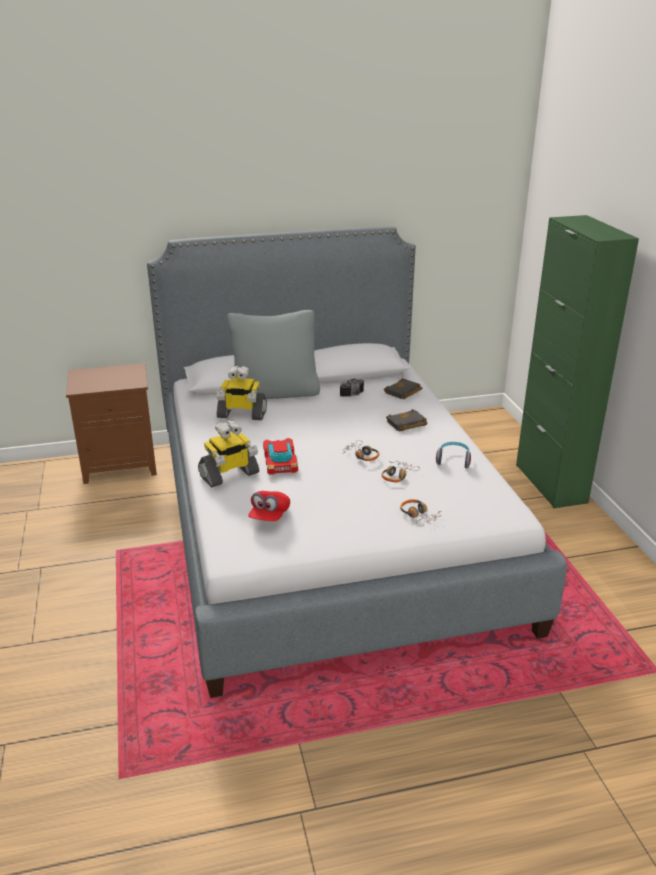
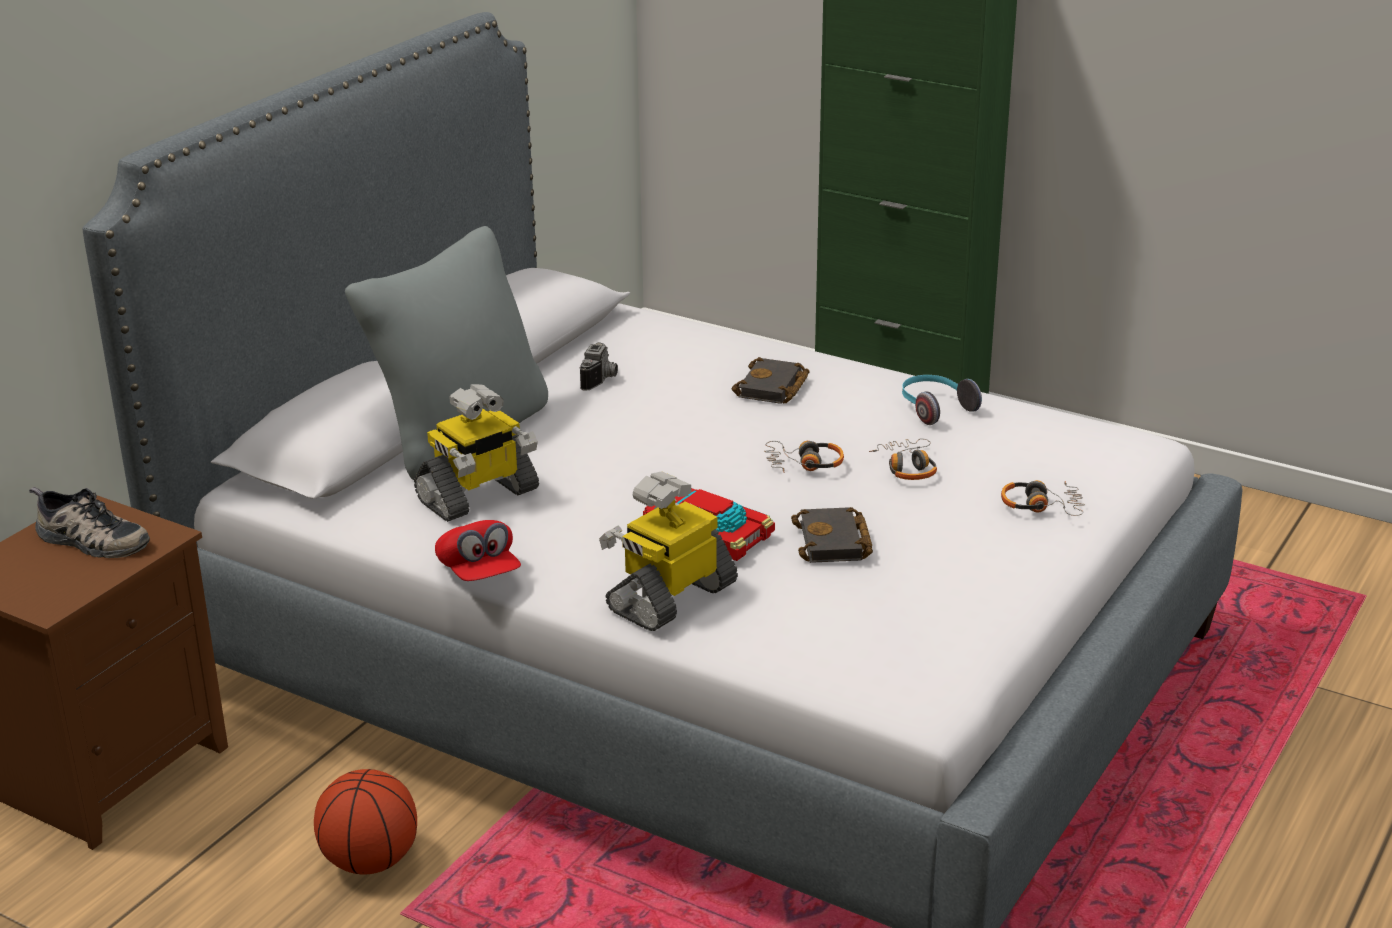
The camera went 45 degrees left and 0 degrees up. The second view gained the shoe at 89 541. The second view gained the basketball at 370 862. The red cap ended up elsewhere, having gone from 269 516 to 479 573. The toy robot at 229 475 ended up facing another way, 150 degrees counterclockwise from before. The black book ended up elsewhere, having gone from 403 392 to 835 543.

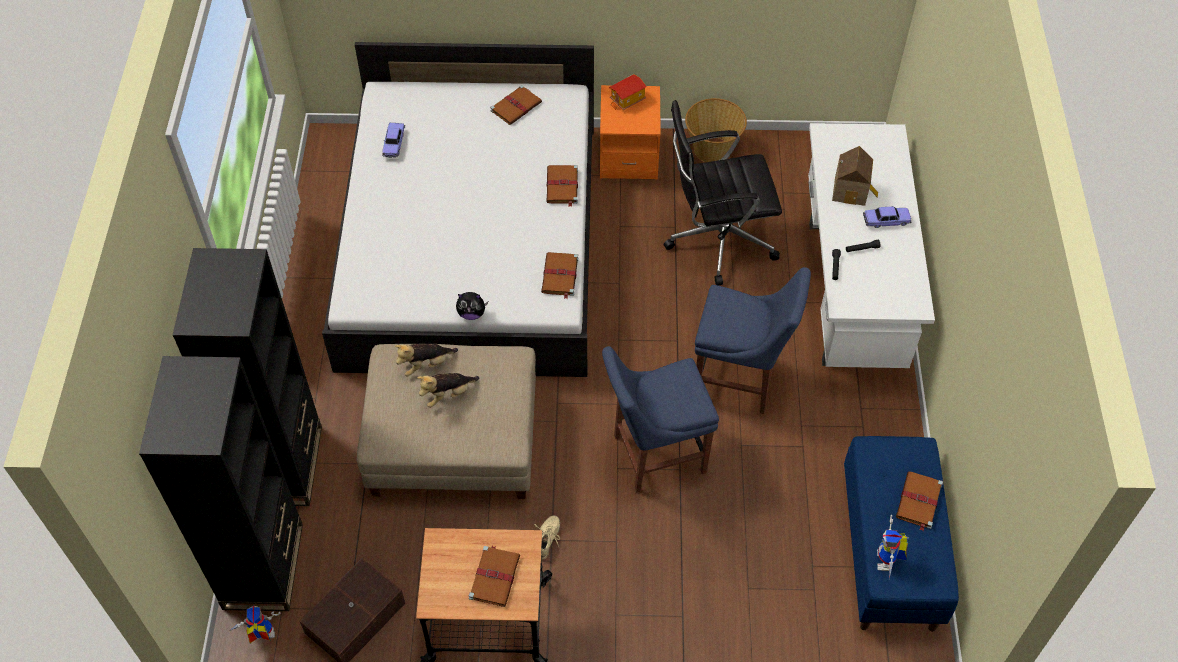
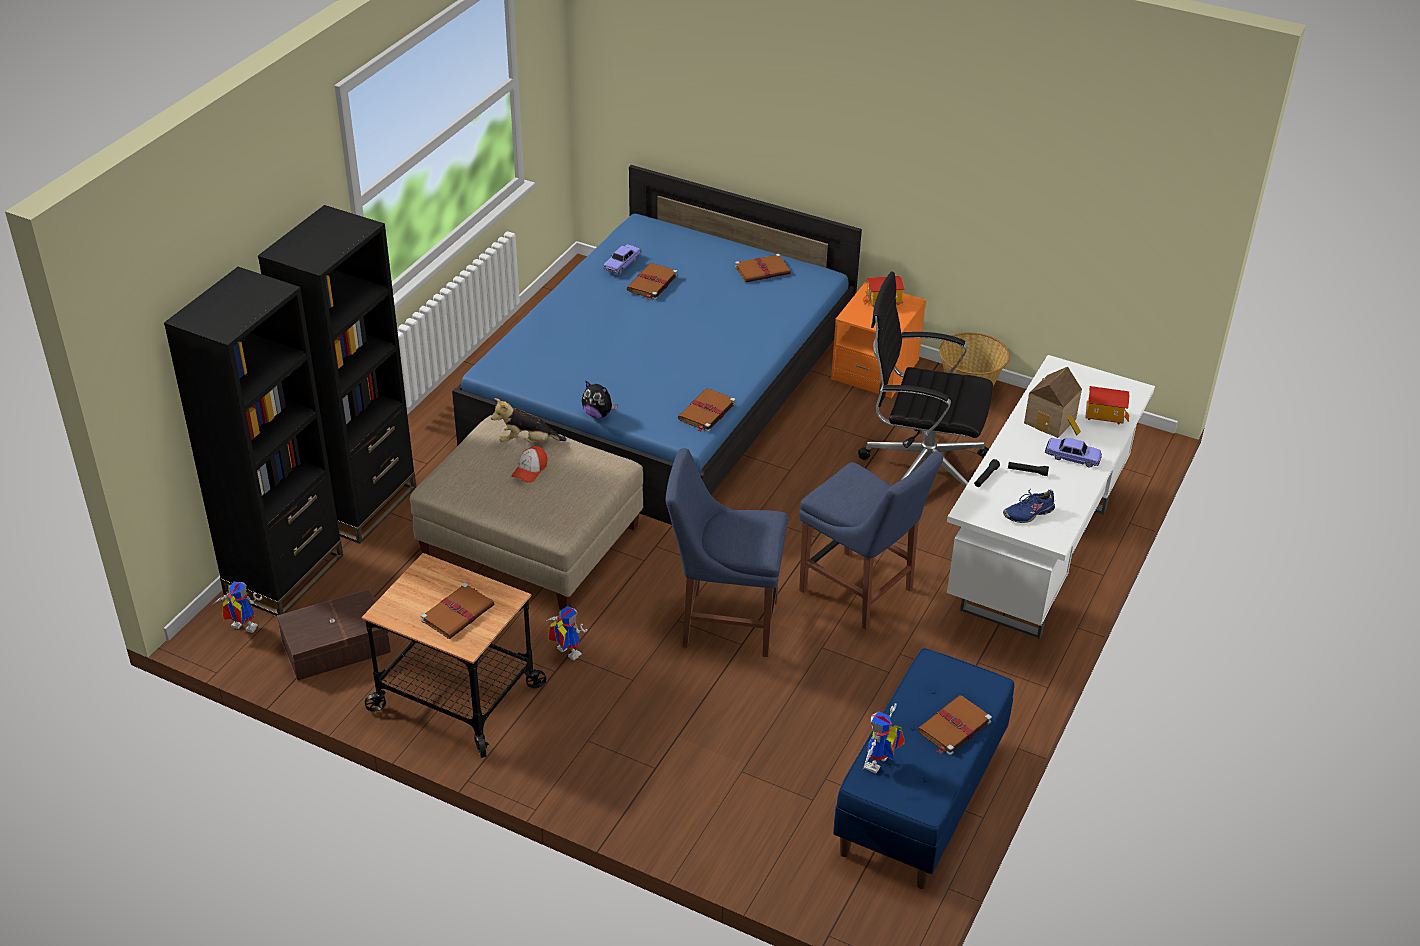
The camera went 25 degrees right and 15 degrees down. What was the white bed at 471 244 turned into the blue bed at 663 392. Where the plush toy stood at 448 394, the cap came to stand at 530 470. Where the beige shoe stood at 547 539, the toy robot came to stand at 564 653. The brown book ended up elsewhere, having gone from 562 186 to 652 283. The second view gained the blue shoe at 1028 513. The second view gained the toy house at 1104 415.

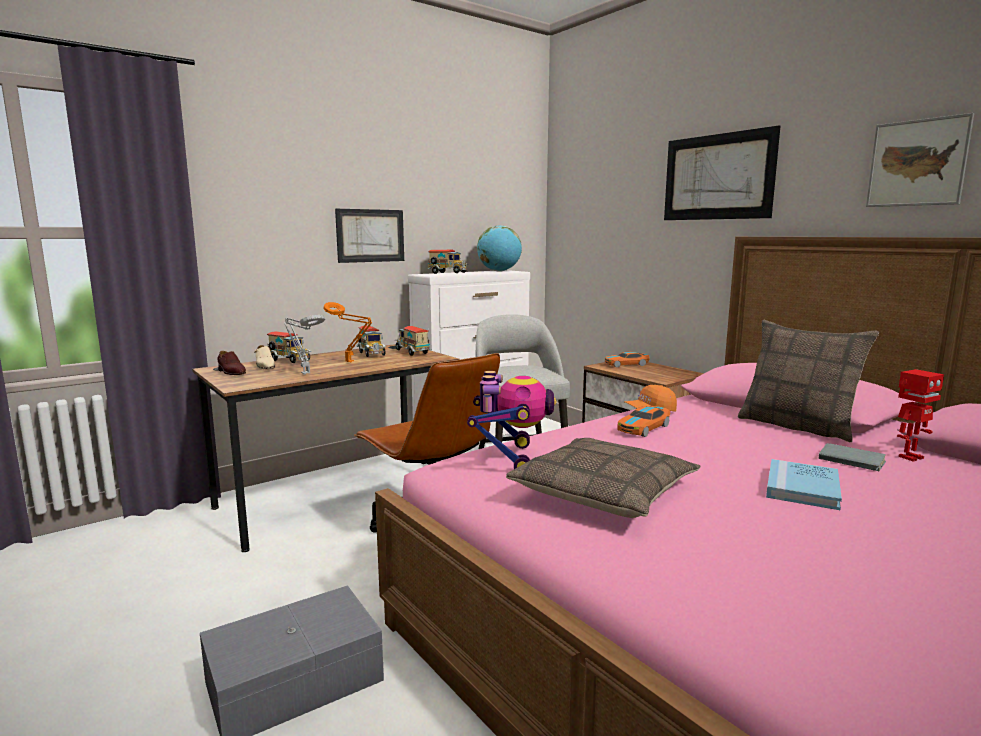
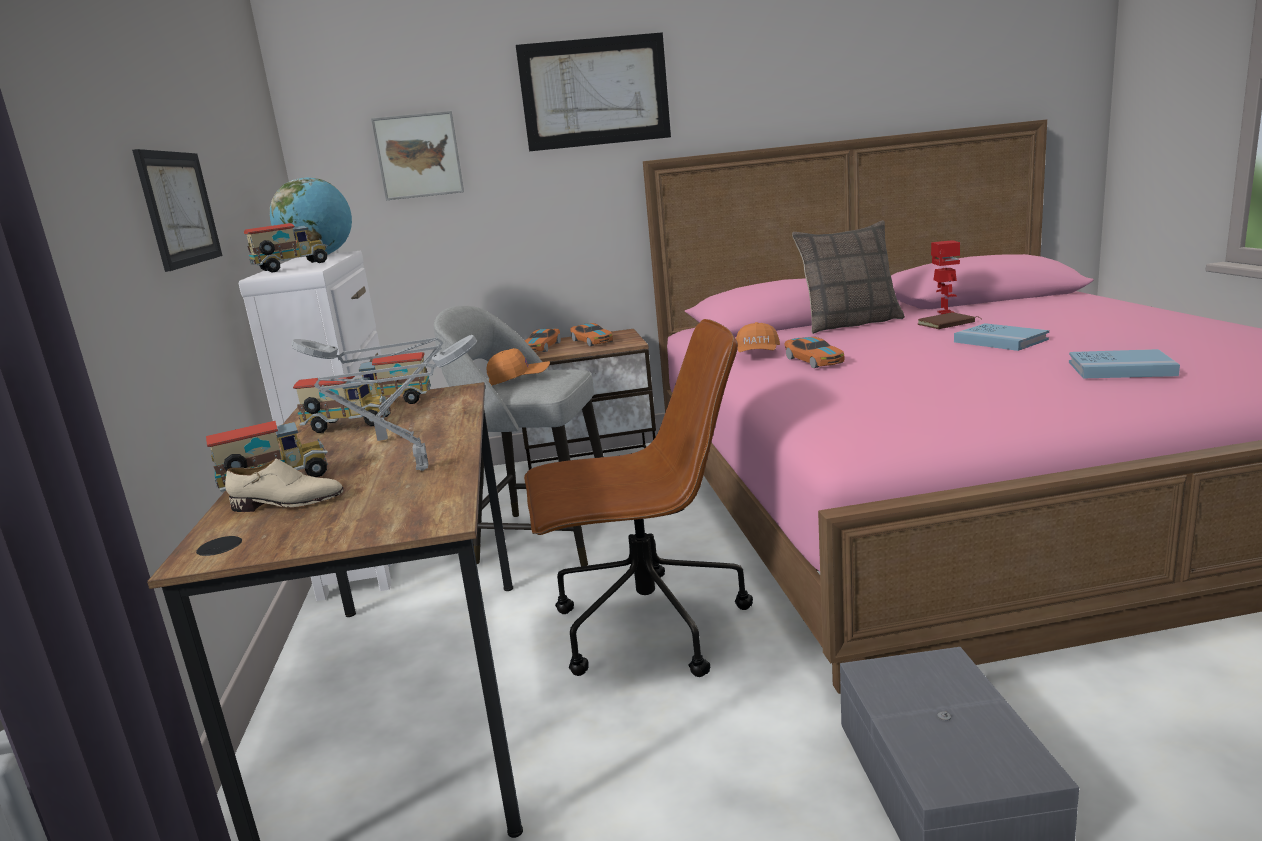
The camera went 60 degrees left and 5 degrees up. What was the orange table lamp at 351 362 turned into the grey table lamp at 387 439. The picture ended up elsewhere, having gone from 917 163 to 418 156. The second view gained the orange cap at 519 379. The second view gained the toy car at 592 341. What was the grey book at 850 461 turned into the brown book at 947 324. The second view gained the blue book at 1121 369. The second view lost the brown shoe at 231 372. The second view lost the toy robot at 510 458. The second view lost the pillow at 604 492.

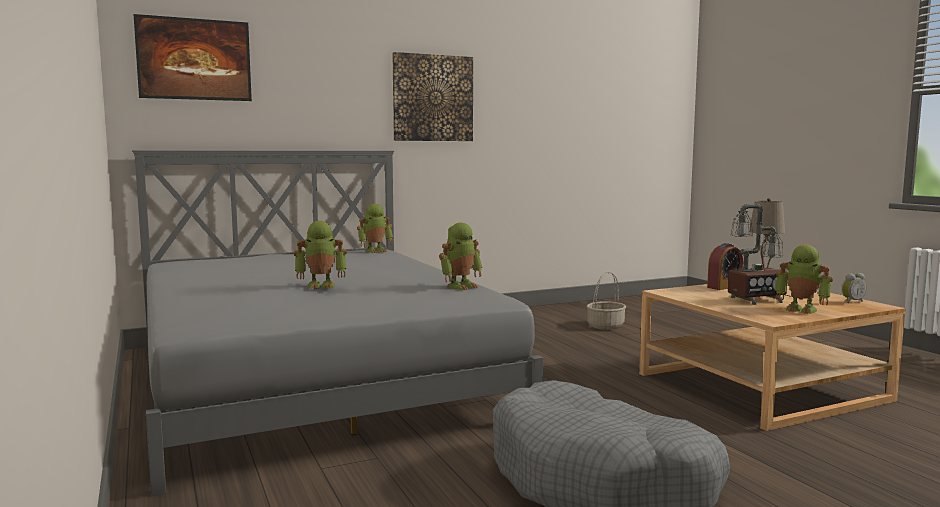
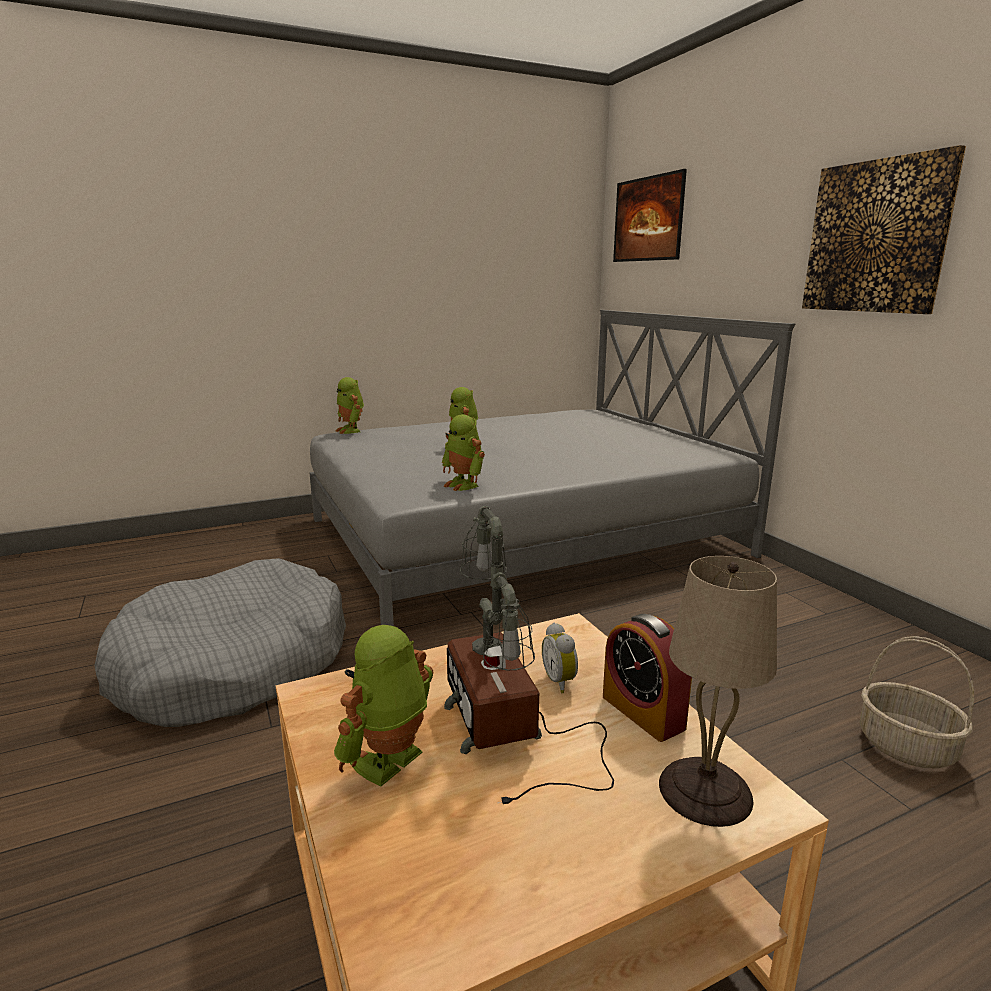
The camera went 90 degrees right and 10 degrees up. The toy robot ended up elsewhere, having gone from 375 251 to 351 430. The alarm clock ended up elsewhere, having gone from 851 301 to 561 681.

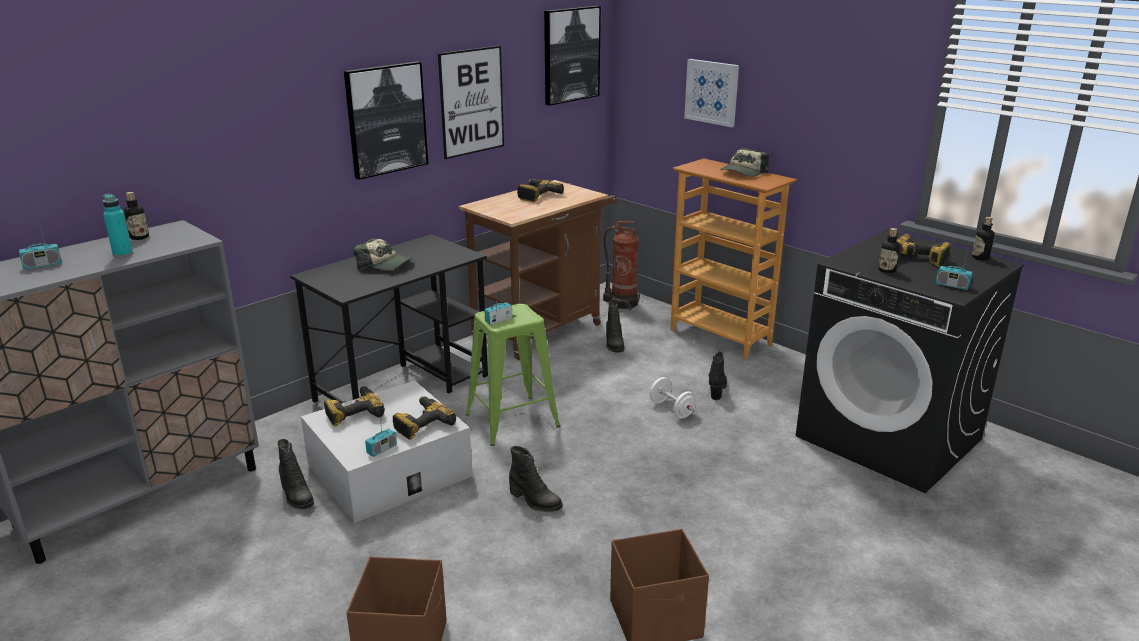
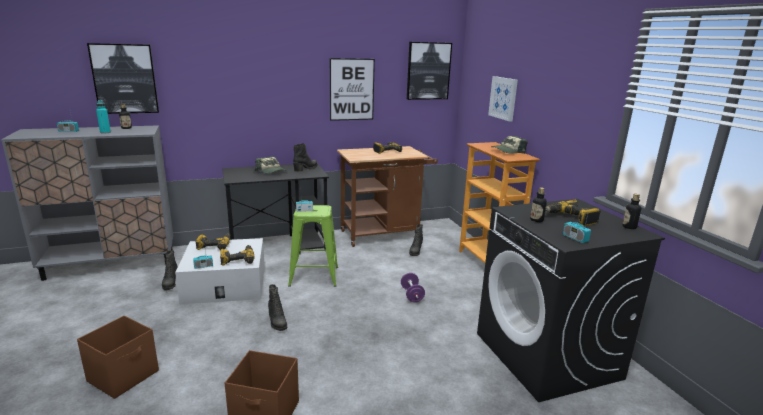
The camera went 25 degrees right and 5 degrees down. The picture ended up elsewhere, having gone from 386 119 to 125 79. The black boot ended up elsewhere, having gone from 717 388 to 306 168. What was the white dumbbell at 671 409 turned into the purple dumbbell at 412 295. The second view lost the fire extinguisher at 622 303.

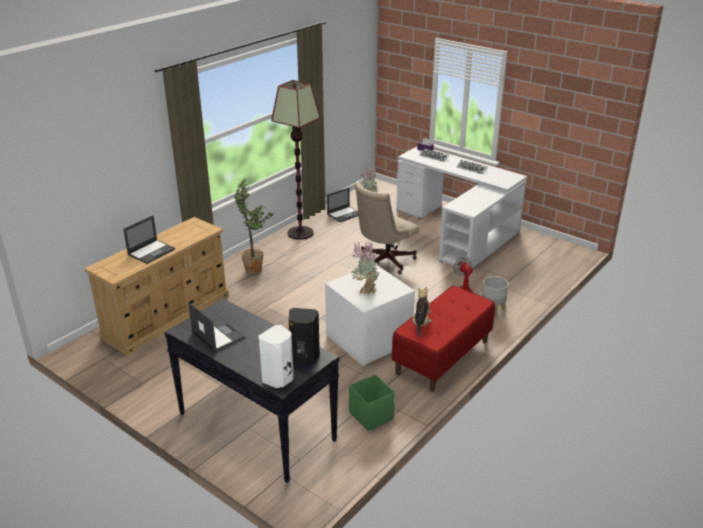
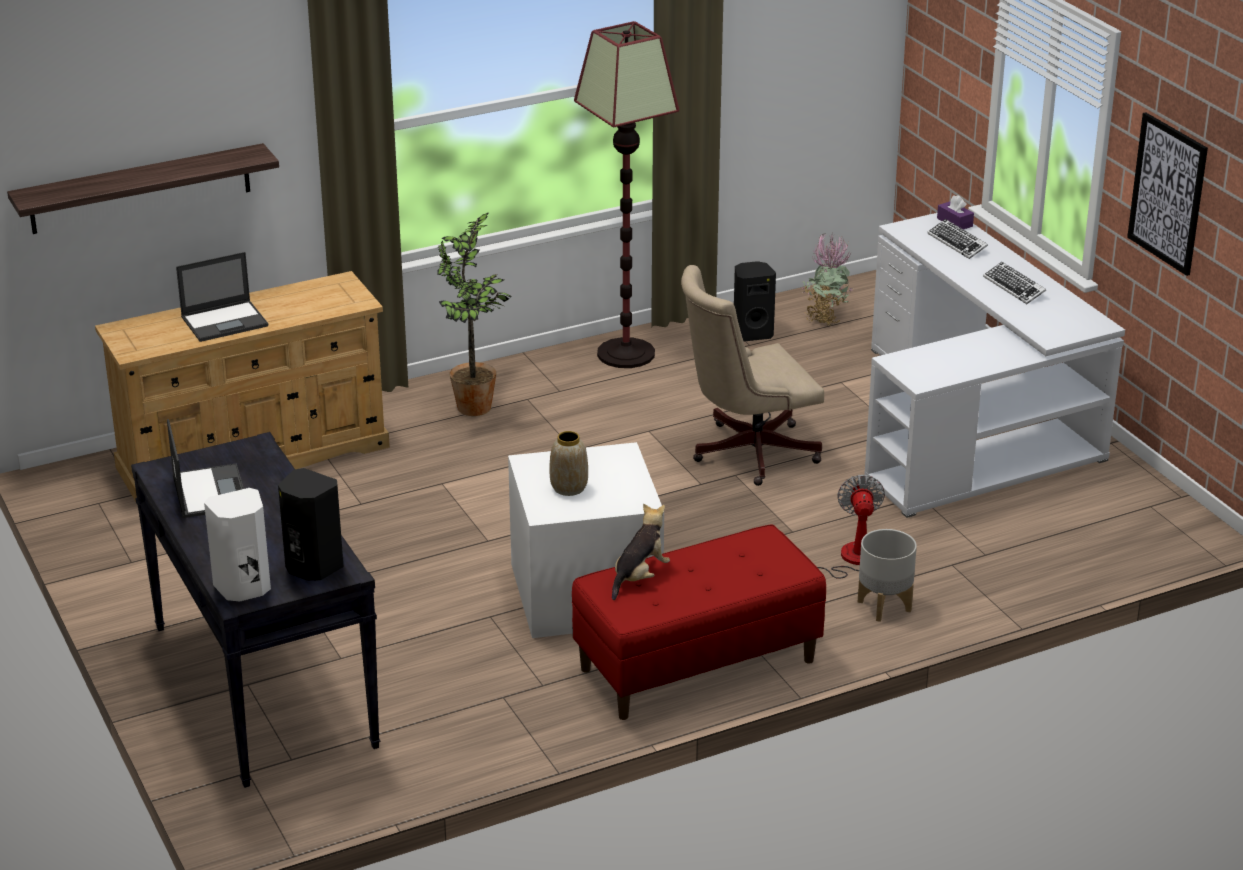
The camera went 25 degrees right and 0 degrees up. The second view gained the shelf at 140 189. Where the potted plant stood at 365 290, the vase came to stand at 569 487. Where the laptop stood at 344 214, the black speaker came to stand at 751 334. The second view gained the picture at 1167 193. The second view lost the green storage box at 371 415.

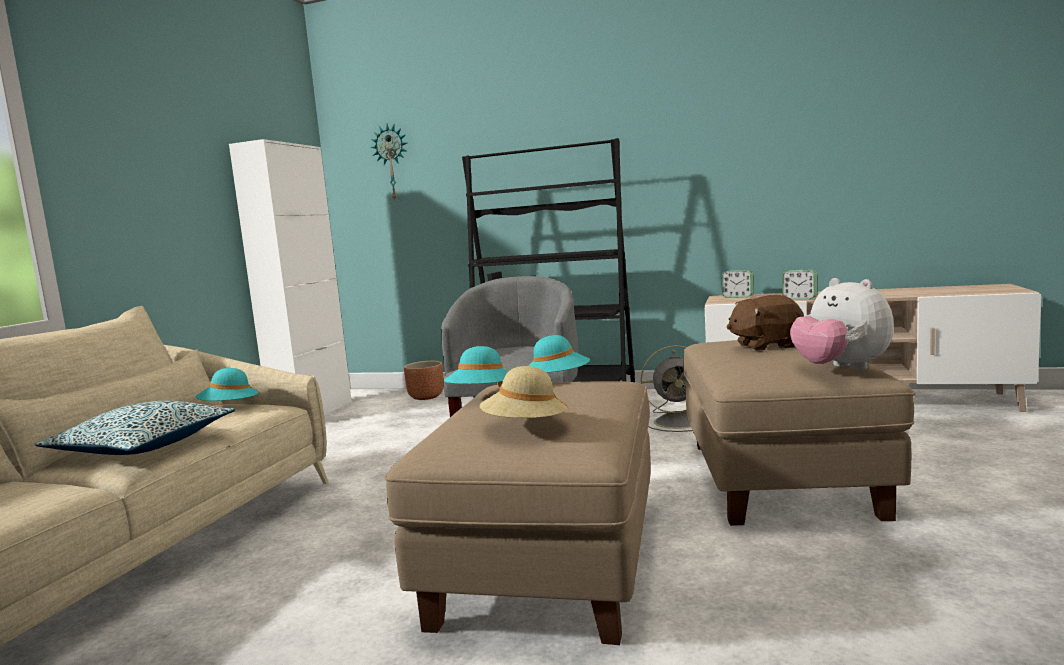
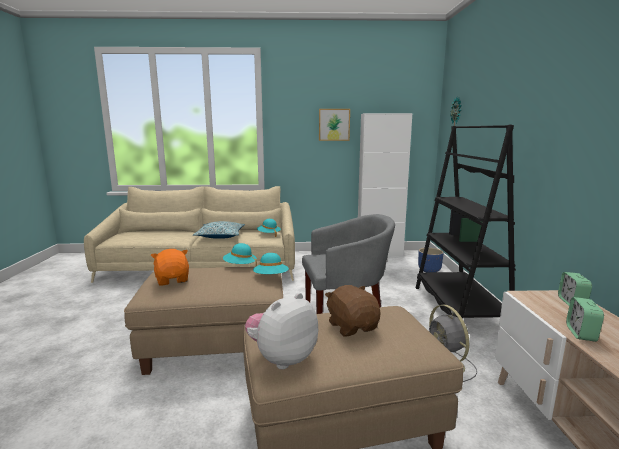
The camera went 70 degrees right and 5 degrees up. Where the beige hat stood at 525 427, the orange plush toy came to stand at 173 280. The second view gained the picture at 334 124. What was the brown planter at 426 397 turned into the blue planter at 429 270.

